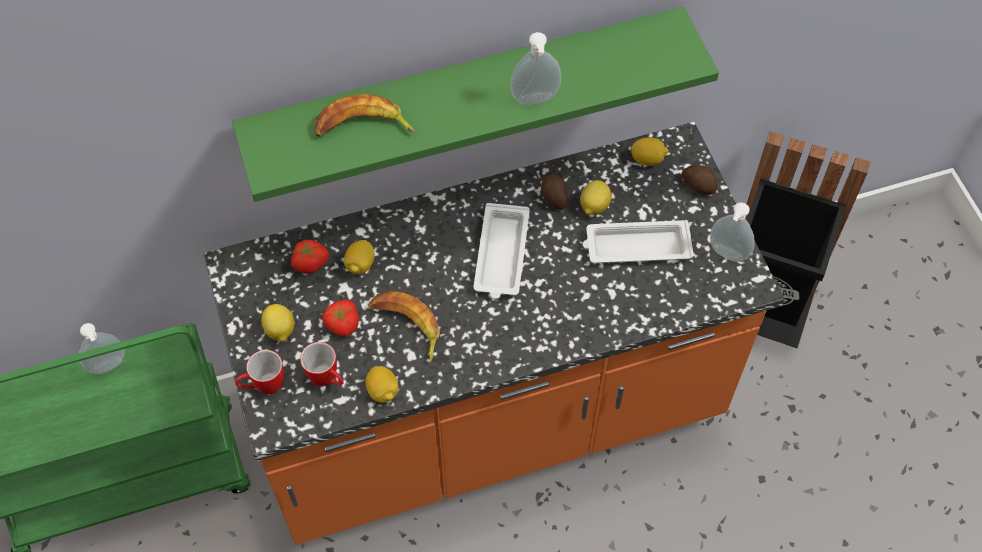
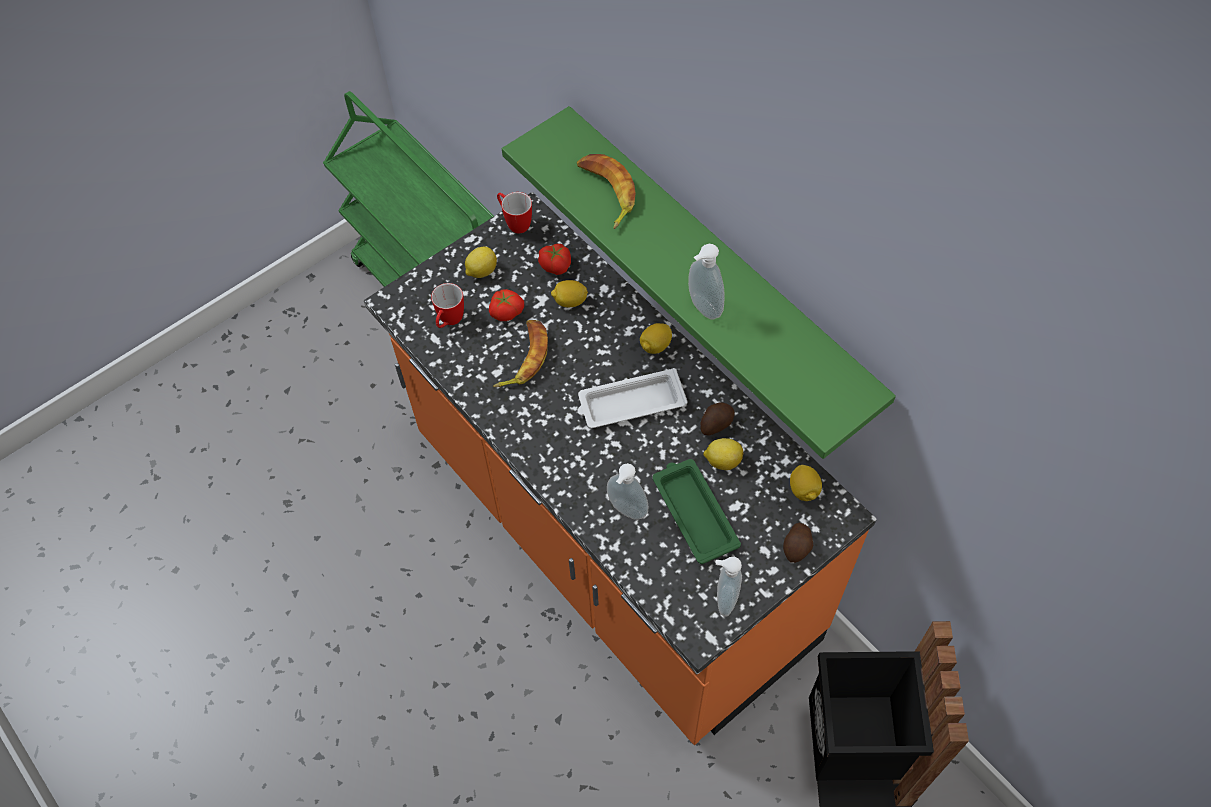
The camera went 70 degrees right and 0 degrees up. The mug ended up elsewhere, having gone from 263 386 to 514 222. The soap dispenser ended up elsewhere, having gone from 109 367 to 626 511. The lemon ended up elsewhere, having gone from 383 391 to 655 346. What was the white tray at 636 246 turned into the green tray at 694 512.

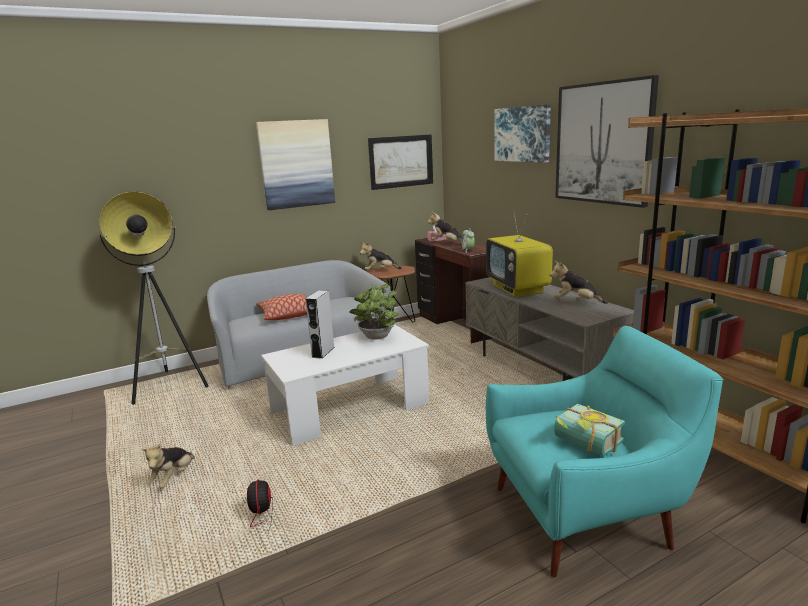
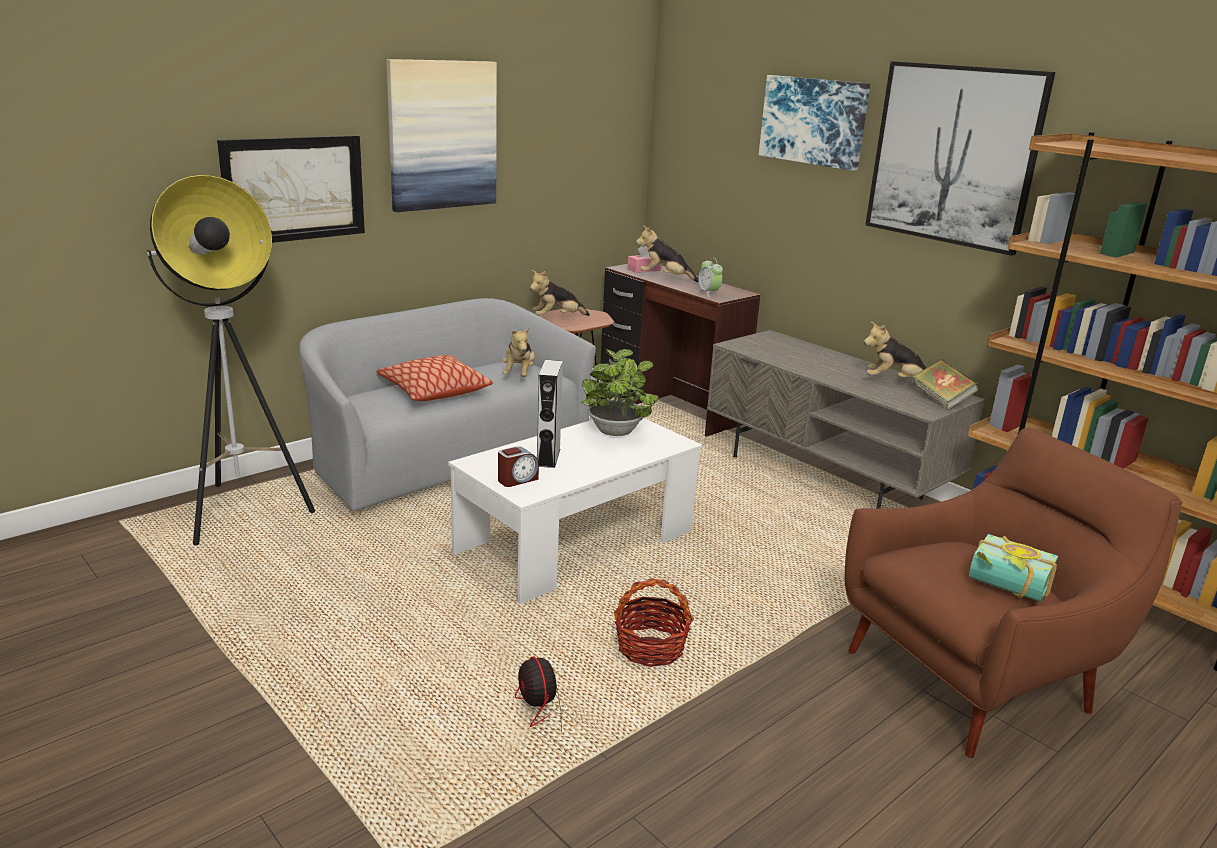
The camera went 15 degrees left and 5 degrees up. The picture ended up elsewhere, having gone from 401 161 to 294 189. The second view gained the alarm clock at 517 480. The plush toy ended up elsewhere, having gone from 173 478 to 519 374. The second view gained the basket at 650 647. What was the turquoise armchair at 586 515 turned into the brown armchair at 975 678. The second view gained the book at 941 400. The second view lost the television at 518 289.

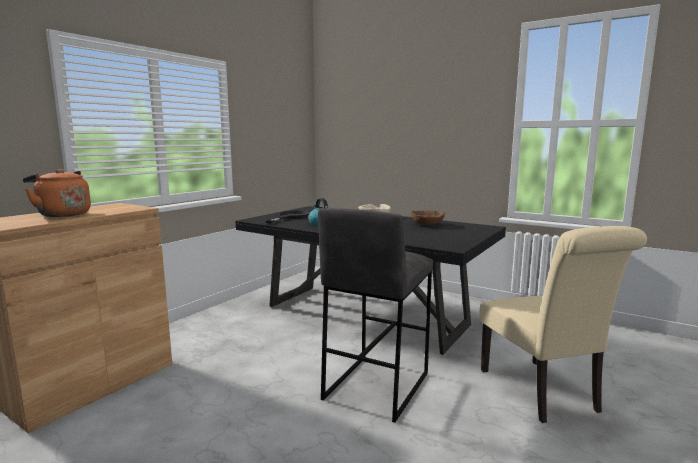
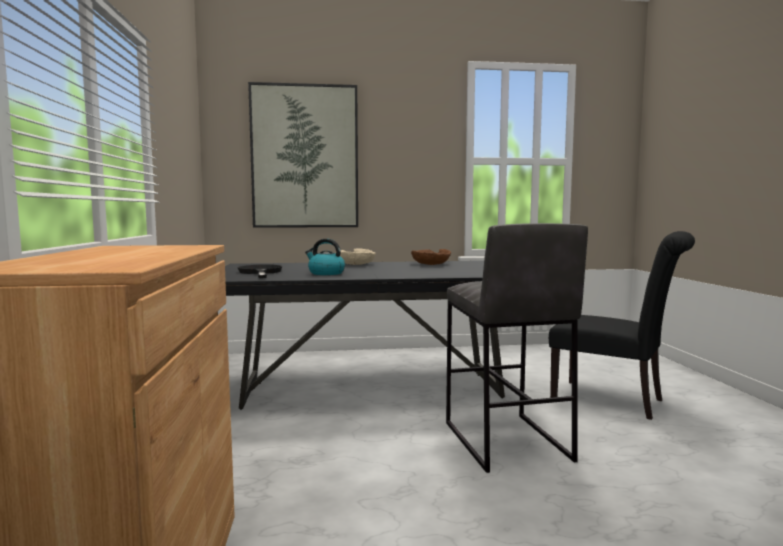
The camera went 40 degrees left and 5 degrees down. The second view gained the picture at 305 157. What was the beige chair at 542 393 turned into the black chair at 614 401. The second view lost the orange kettle at 62 214.

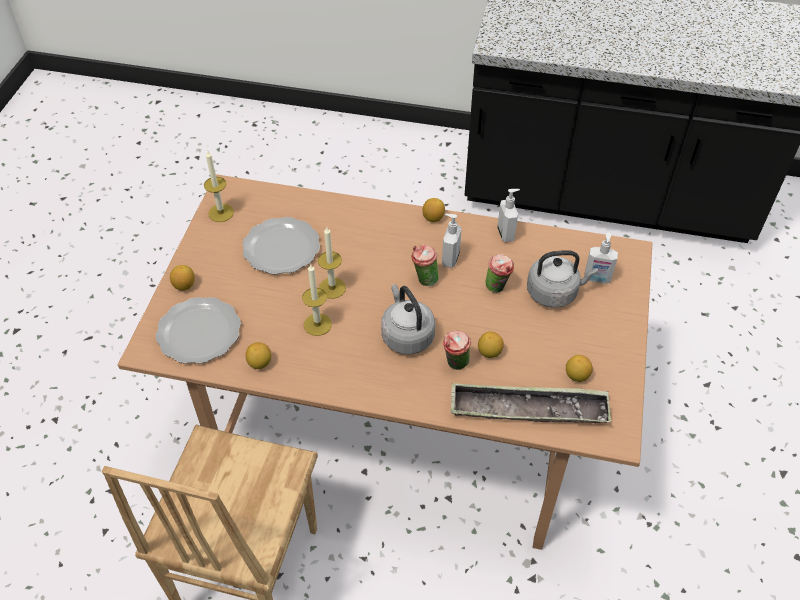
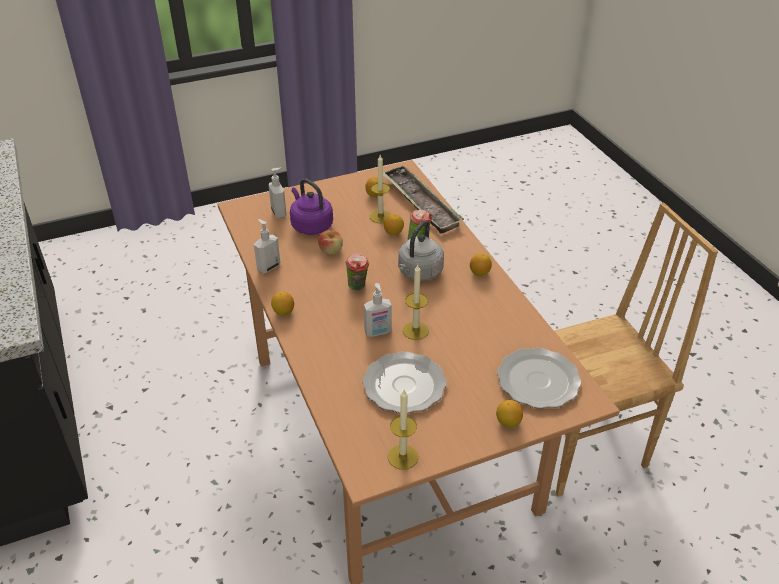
The camera went 125 degrees left and 10 degrees down. What was the grey kettle at 554 292 turned into the purple kettle at 310 225. Where the cup stood at 497 288, the apple came to stand at 331 250. The soap dispenser ended up elsewhere, having gone from 449 259 to 378 332. The candle ended up elsewhere, having gone from 317 324 to 380 216. The lemon ended up elsewhere, having gone from 260 363 to 479 273.

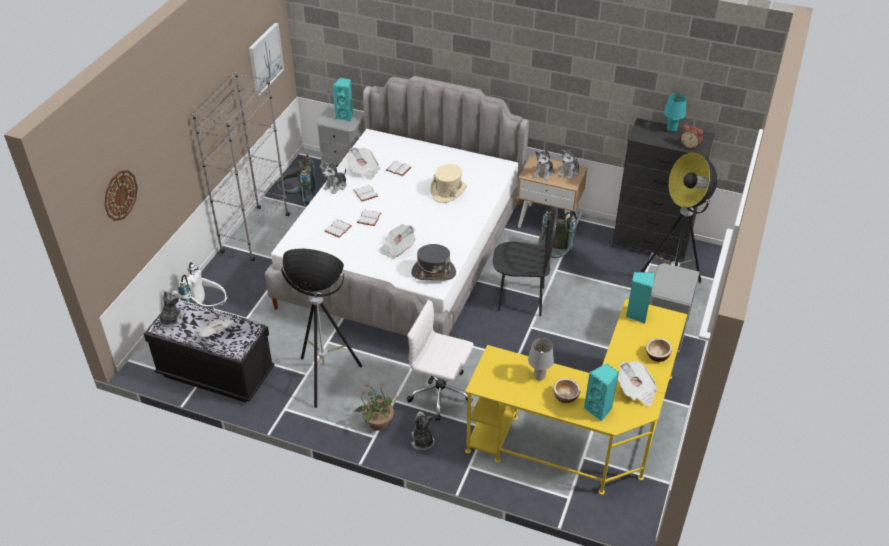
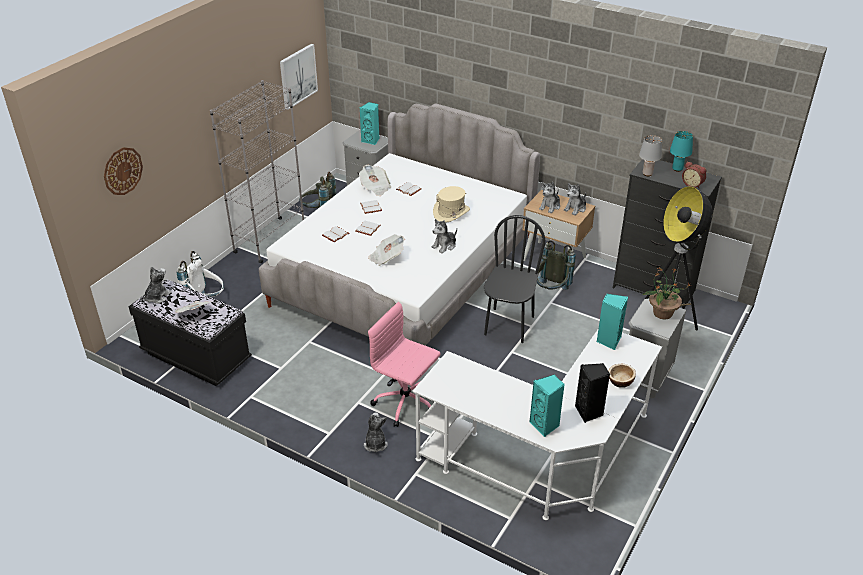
The camera went 10 degrees right and 5 degrees down. What was the white office chair at 441 394 turned into the pink office chair at 406 402. What was the yellow desk at 585 432 turned into the white desk at 543 457. The plush toy ended up elsewhere, having gone from 336 186 to 444 246. The black chair at 521 299 ended up facing another way, 90 degrees counterclockwise from before. Where the newspaper stood at 636 391, the black speaker came to stand at 589 412. The grey table lamp ended up elsewhere, having gone from 539 376 to 647 174. The potted plant ended up elsewhere, having gone from 378 423 to 662 313. The second view lost the floor lamp at 325 379. The second view lost the grey hat at 433 272. The second view lost the bowl at 565 396.

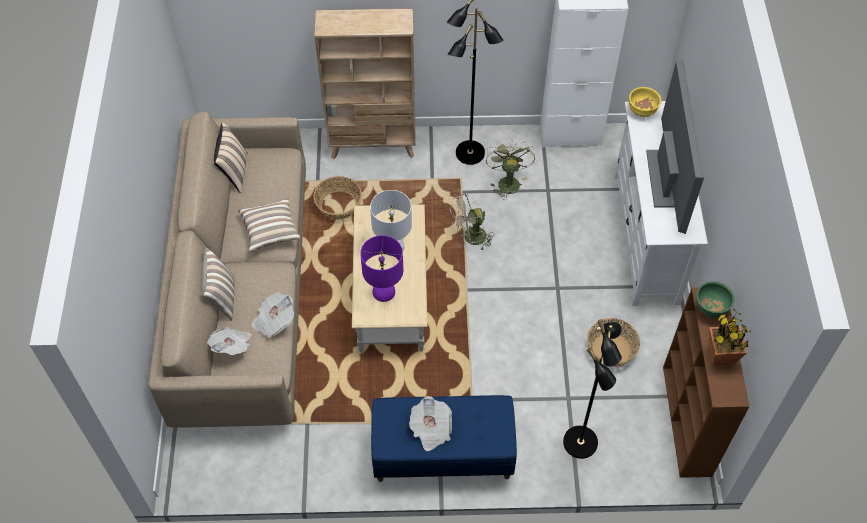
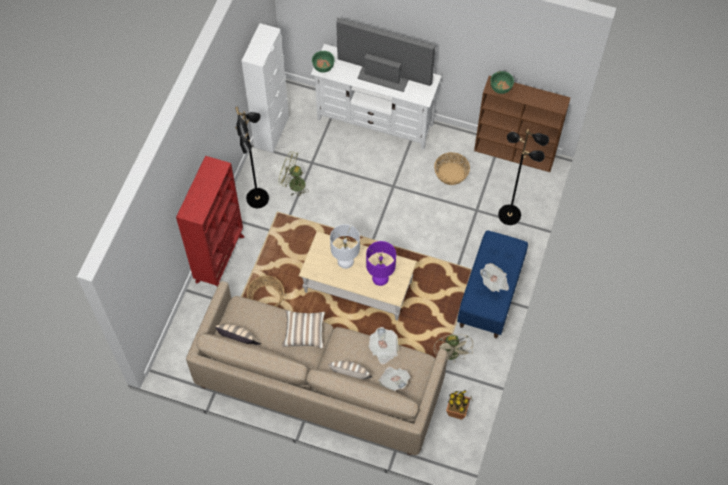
The camera went 70 degrees left and 5 degrees up. What was the beige bookcase at 373 145 turned into the red bookcase at 220 258. What was the yellow bowl at 642 111 turned into the green bowl at 323 67. The beige fan ended up elsewhere, having gone from 471 239 to 452 355. The potted plant ended up elsewhere, having gone from 721 355 to 457 411.

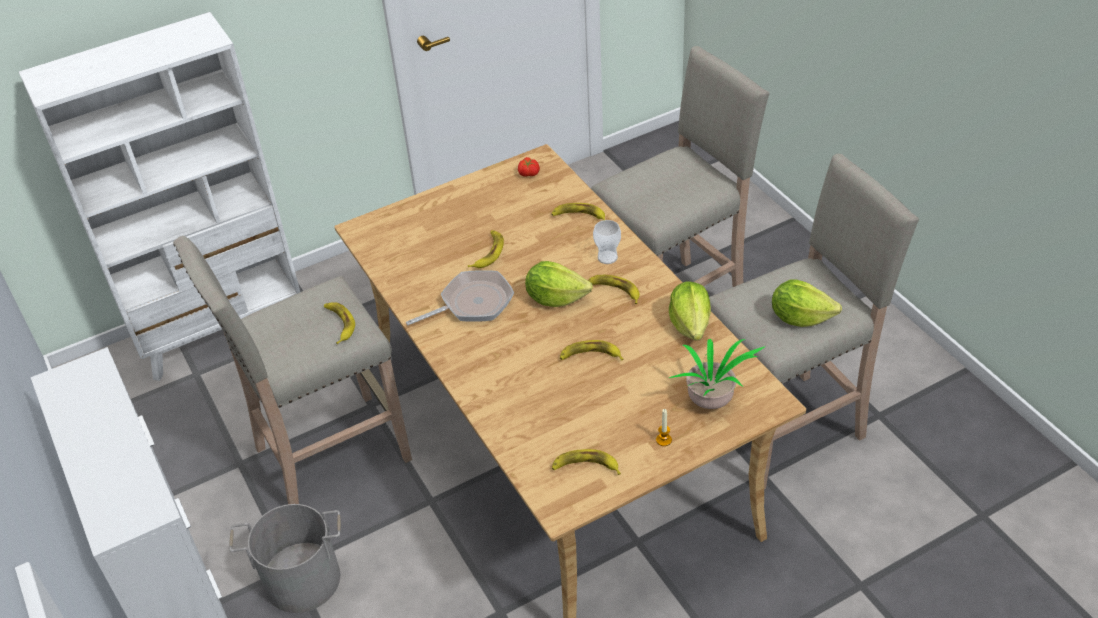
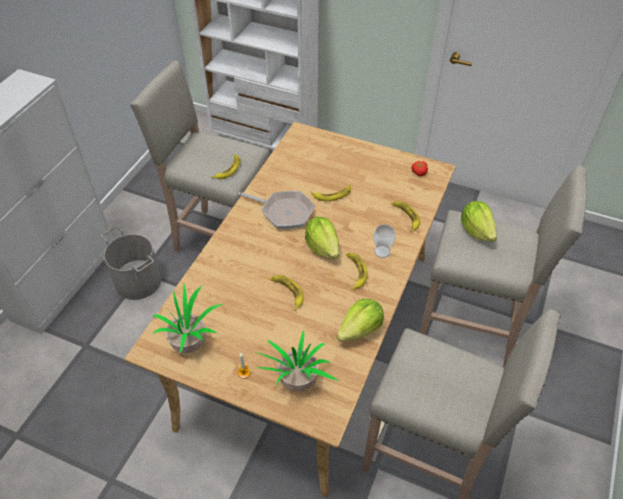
The camera went 50 degrees right and 5 degrees up. Where the banana stood at 585 466, the potted plant came to stand at 192 343. The lettuce ended up elsewhere, having gone from 800 317 to 476 230.

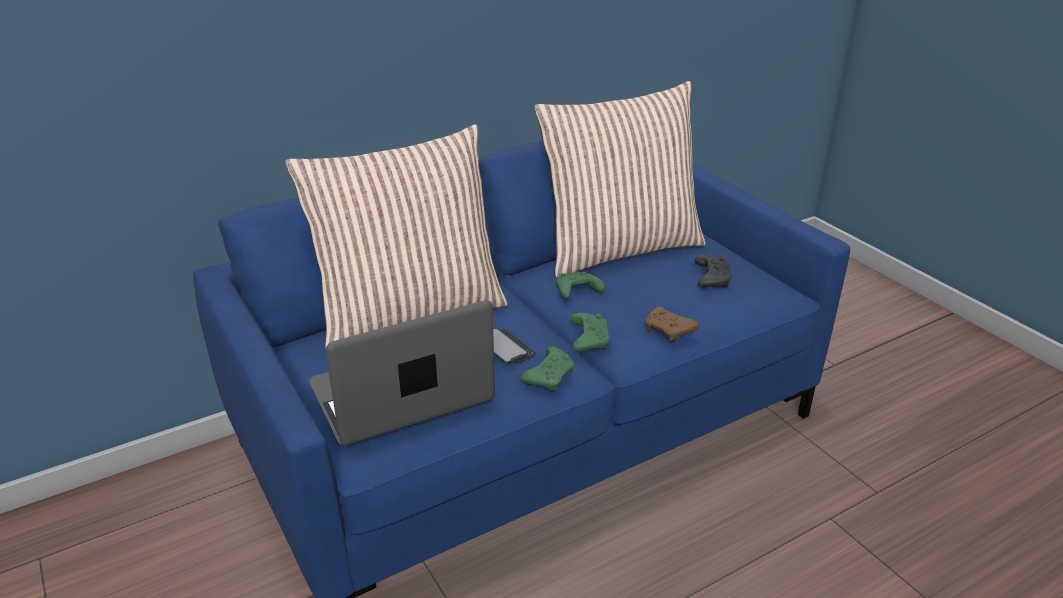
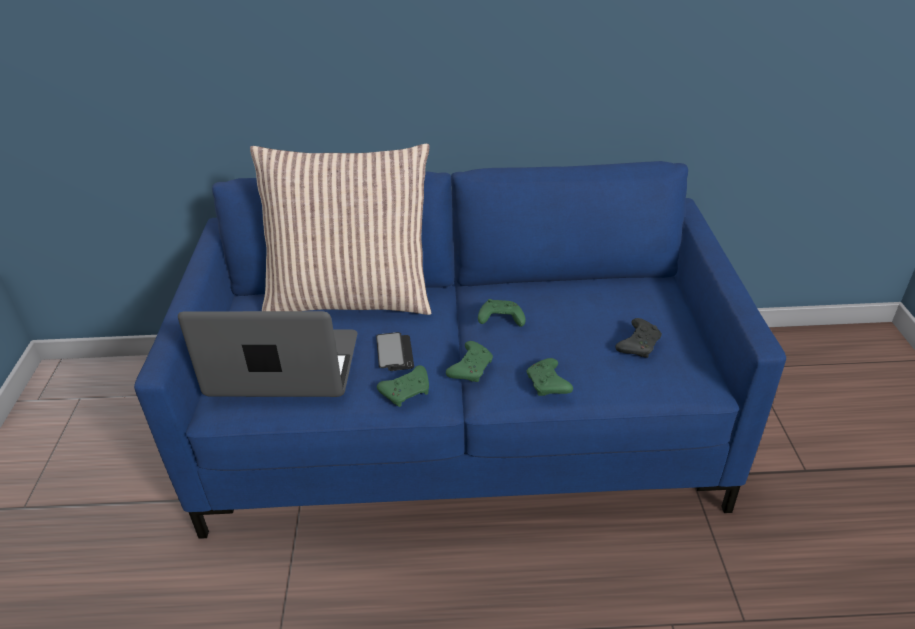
The camera went 30 degrees right and 5 degrees up. What was the brown game controller at 669 331 turned into the green game controller at 548 385. The second view lost the pillow at 619 247.

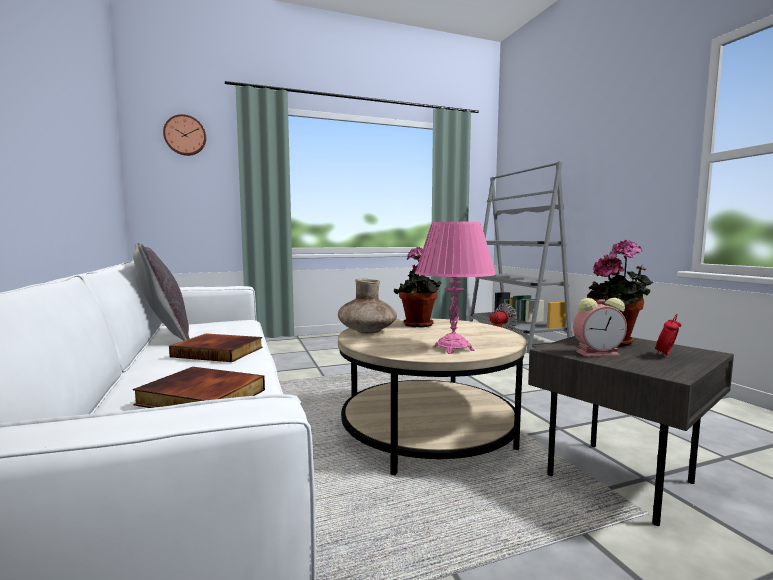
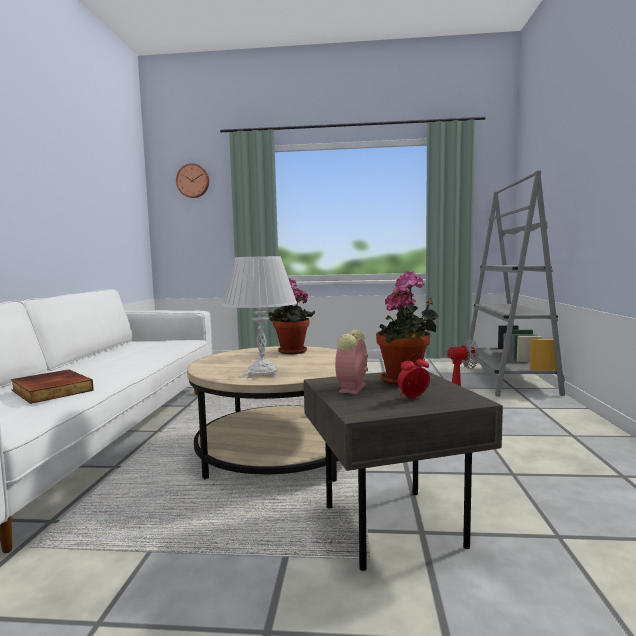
The camera went 25 degrees right and 0 degrees up. What was the pink table lamp at 453 348 turned into the white table lamp at 262 374. The alarm clock at 598 353 ended up facing another way, 90 degrees clockwise from before. The second view lost the grey pillow at 164 337. The second view lost the book at 219 351. The second view lost the brown vase at 367 331.

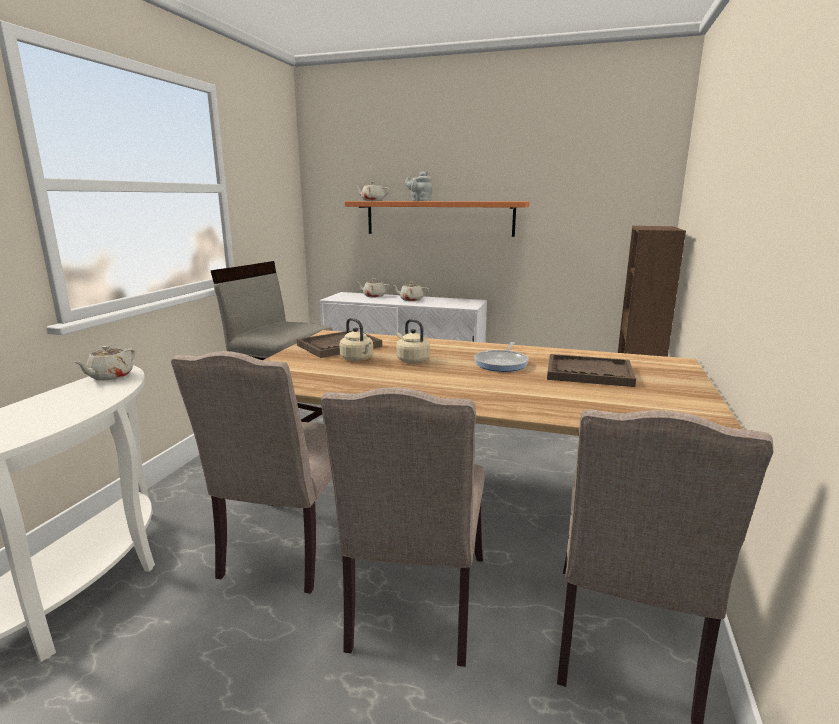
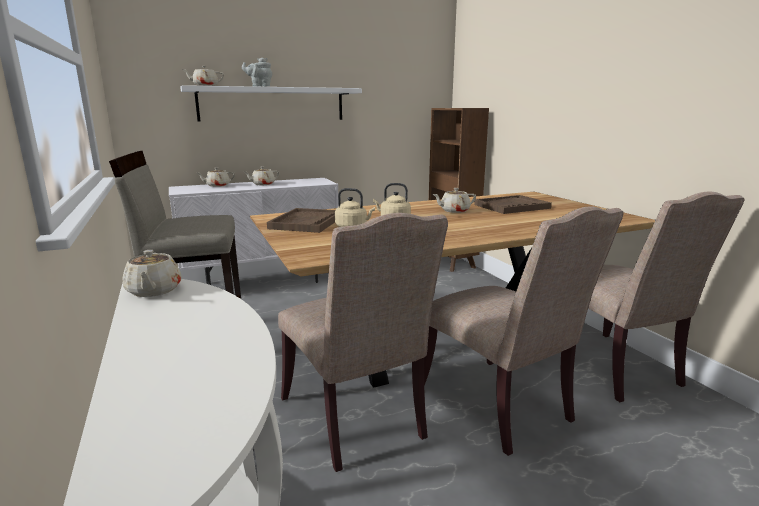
The camera went 40 degrees left and 0 degrees up. What was the orange shelf at 439 218 turned into the white shelf at 272 104. Where the frying pan stood at 502 363, the beige teapot came to stand at 454 211.

